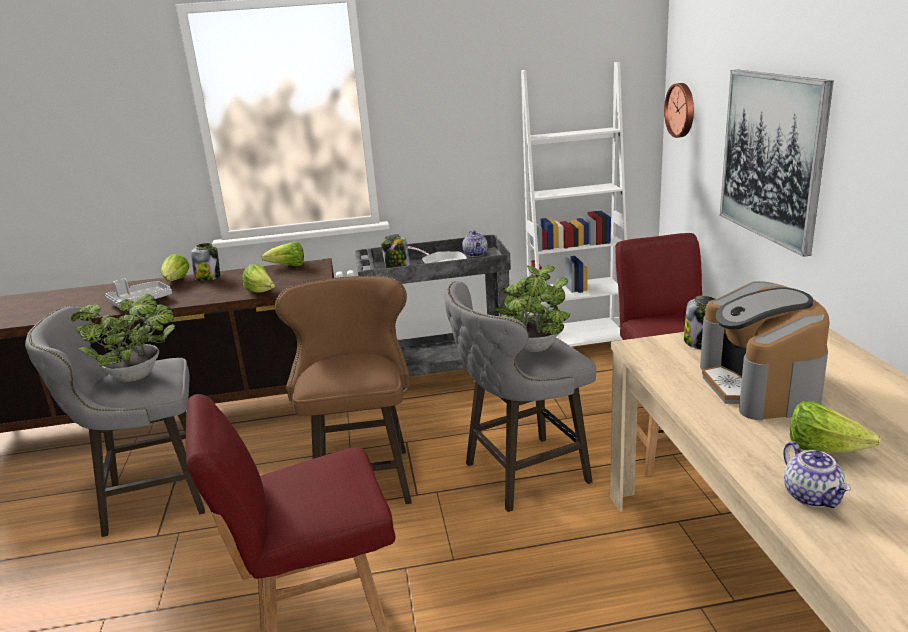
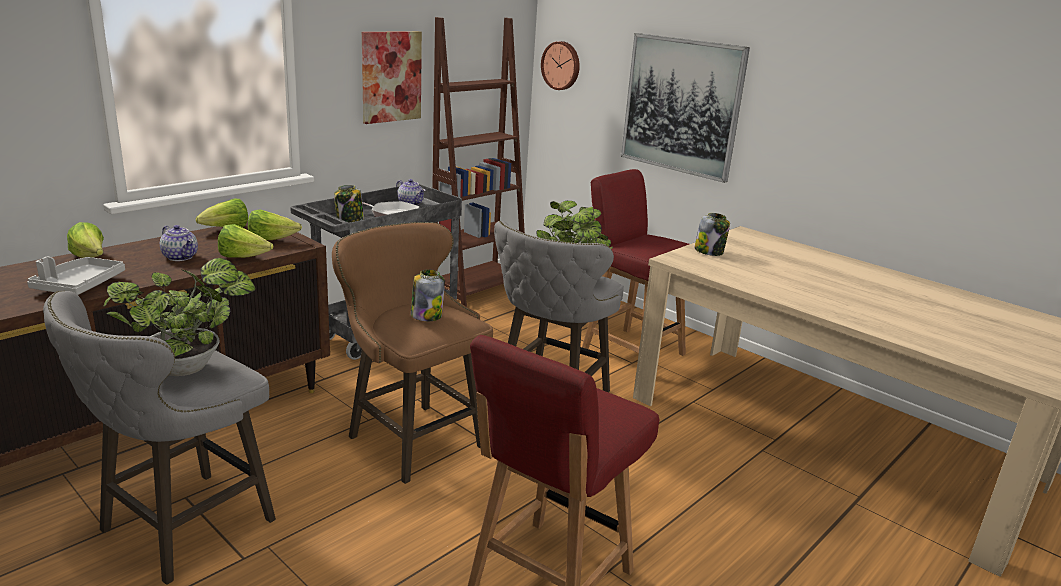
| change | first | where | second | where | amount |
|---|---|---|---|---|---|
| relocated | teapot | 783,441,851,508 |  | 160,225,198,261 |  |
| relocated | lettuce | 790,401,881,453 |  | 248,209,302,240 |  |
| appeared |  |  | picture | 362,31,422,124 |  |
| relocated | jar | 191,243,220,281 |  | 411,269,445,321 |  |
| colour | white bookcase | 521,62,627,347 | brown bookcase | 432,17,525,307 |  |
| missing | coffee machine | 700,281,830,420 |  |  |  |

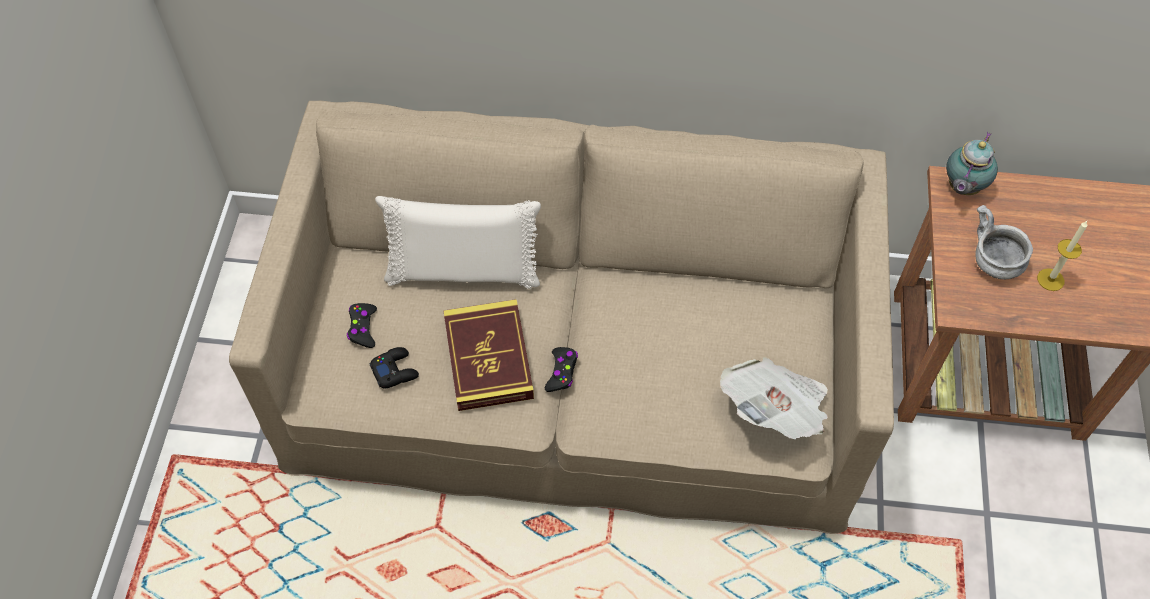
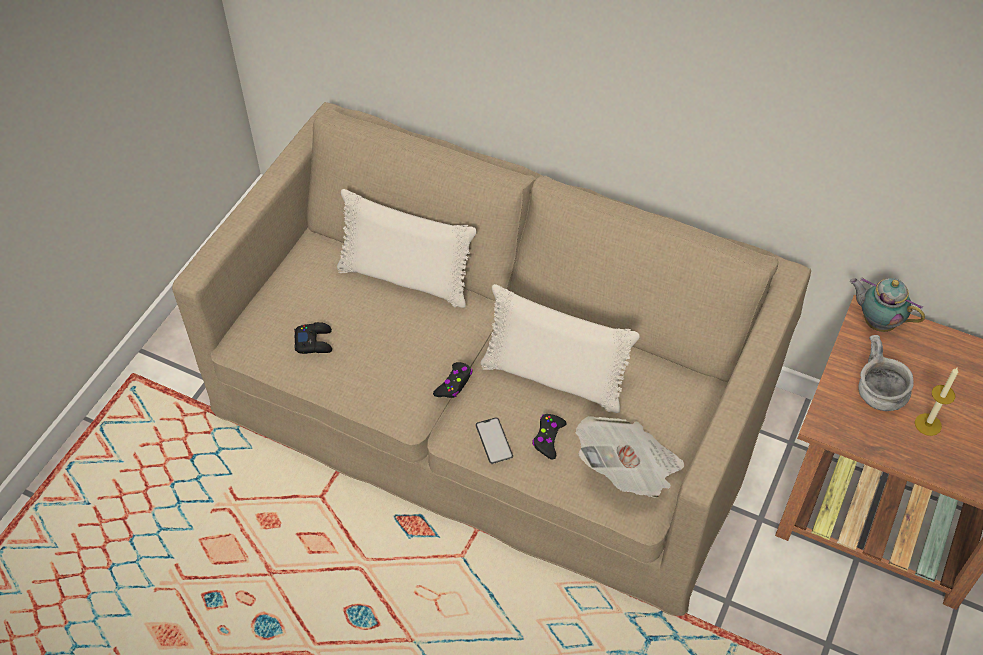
| change | first | where | second | where | amount |
|---|---|---|---|---|---|
| appeared |  |  | phone | 475,417,513,464 |  |
| appeared |  |  | white pillow | 480,284,640,413 |  |
| relocated | black game controller | 347,303,377,348 |  | 532,414,566,460 |  |
| spun | teapot | 946,132,998,195 |  | 850,277,925,332 | 75 degrees clockwise |
| missing | book | 443,299,534,411 |  |  |  |

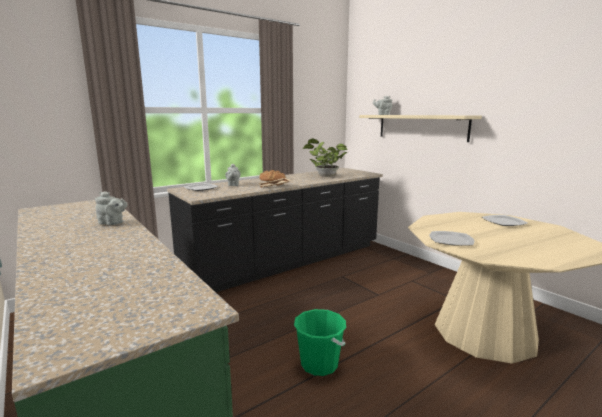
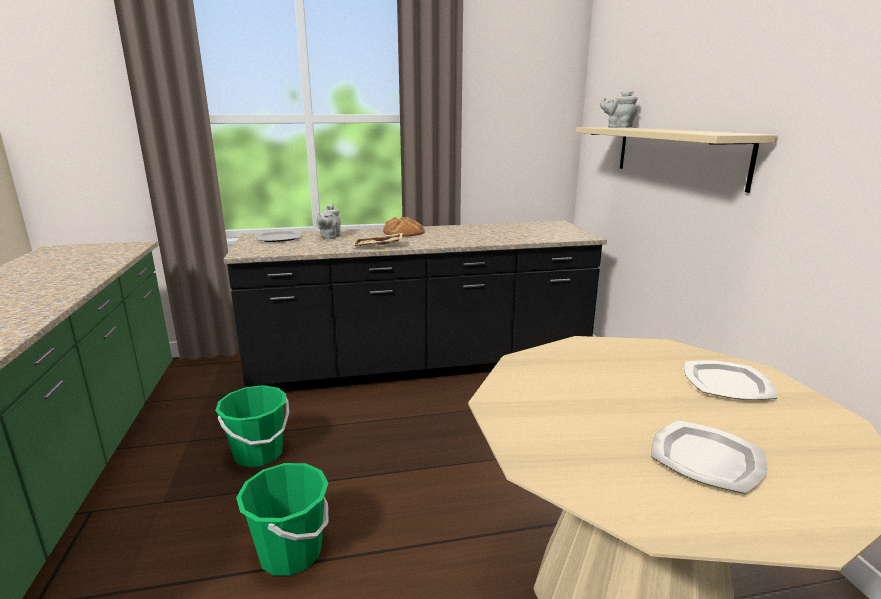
| change | first | where | second | where | amount |
|---|---|---|---|---|---|
| appeared |  |  | green bucket | 215,385,289,468 |  |
| relocated | plate | 430,231,474,246 |  | 651,420,768,494 |  |
| missing | grey teapot | 95,191,128,225 |  |  |  |
| missing | potted plant | 303,139,348,177 |  |  |  |

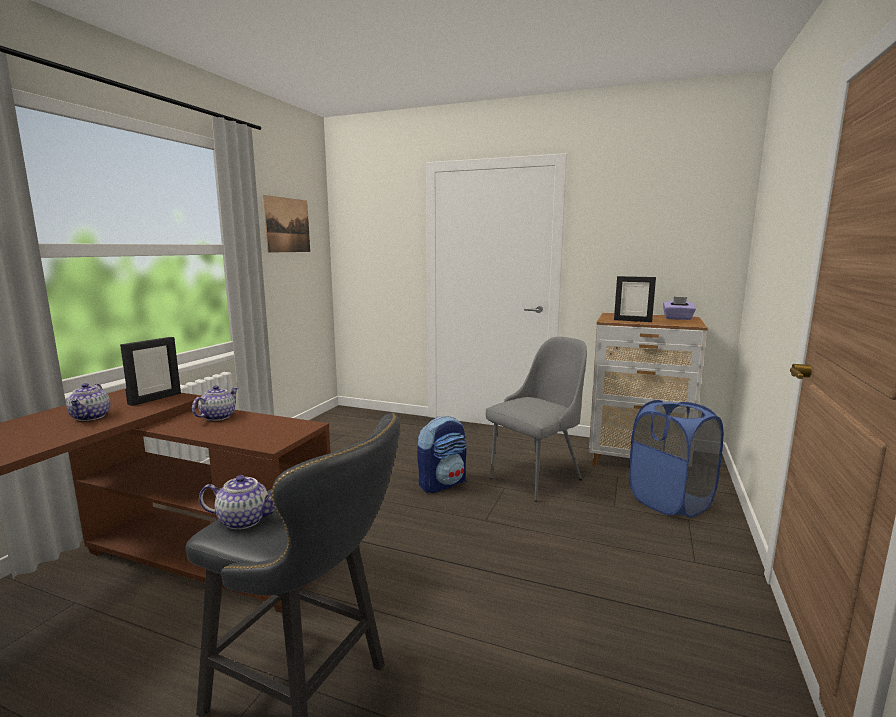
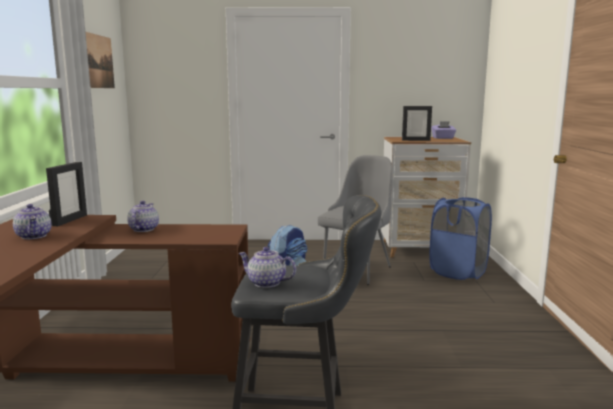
| change | first | where | second | where | amount |
|---|---|---|---|---|---|
| spun | teapot | 199,475,275,530 |  | 238,247,296,288 | 135 degrees counterclockwise |

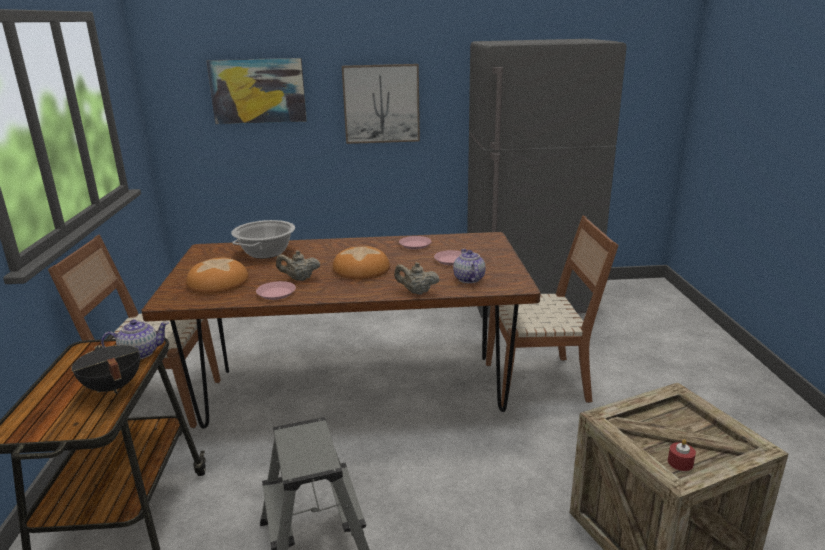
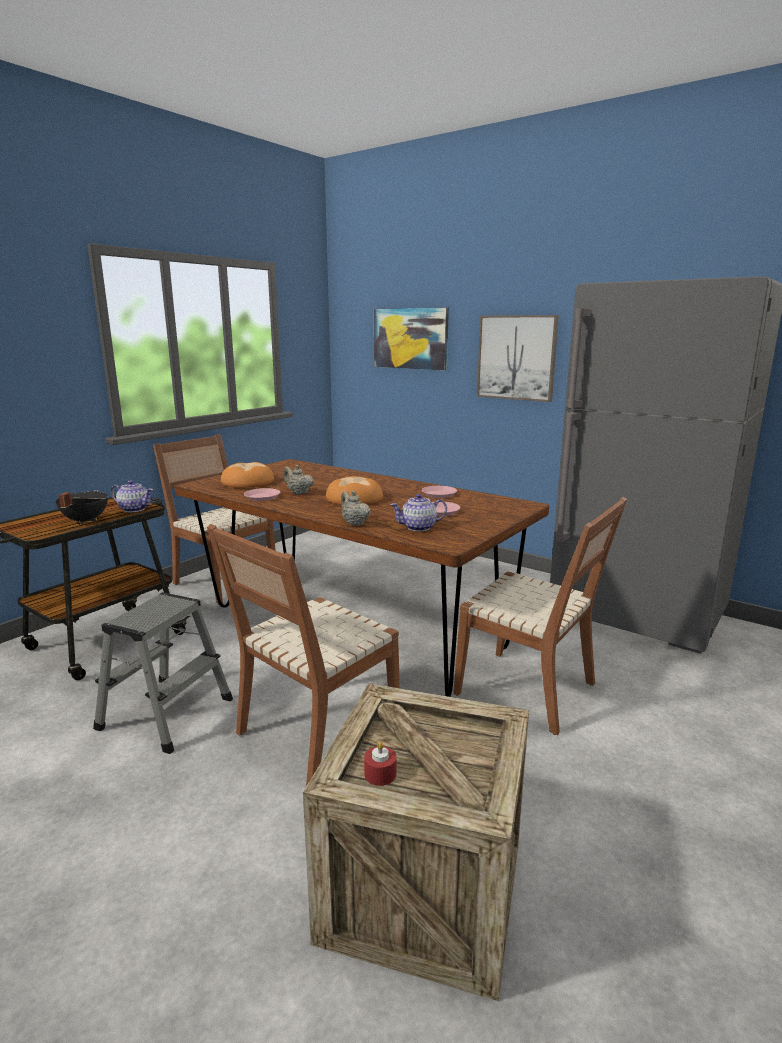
| change | first | where | second | where | amount |
|---|---|---|---|---|---|
| appeared |  |  | chair | 207,524,400,786 |  |
| spun | teapot | 453,249,486,283 |  | 390,494,447,532 | 135 degrees counterclockwise |
| missing | cooking pot | 231,220,295,259 |  |  |  |

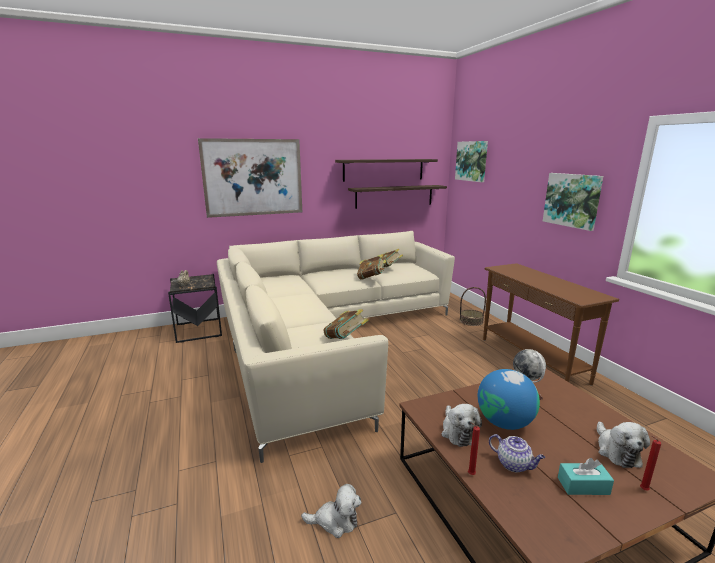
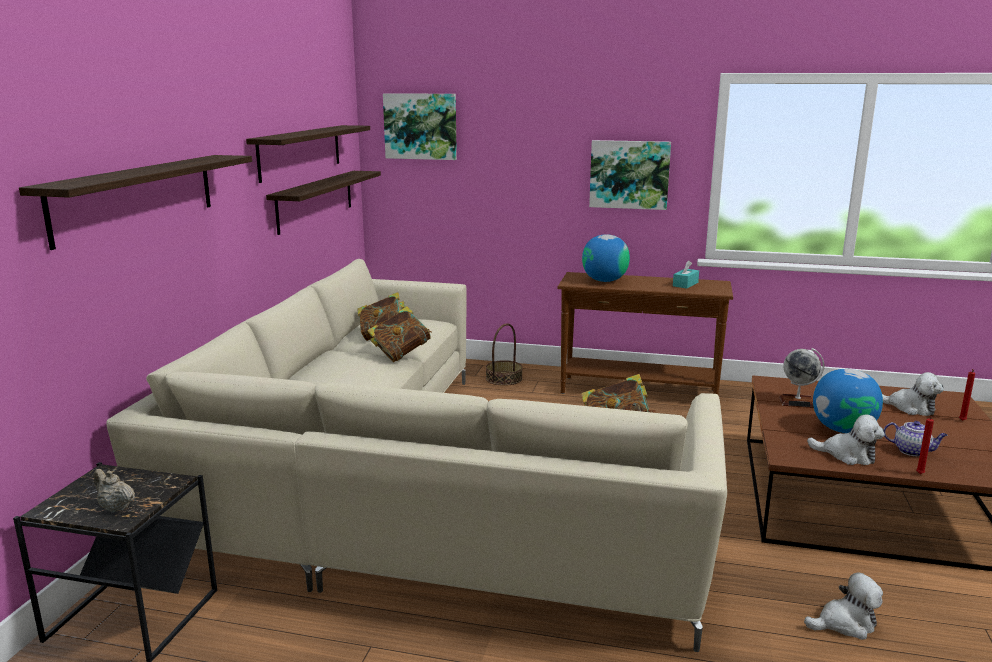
| change | first | where | second | where | amount |
|---|---|---|---|---|---|
| exchanged | picture | 198,138,302,218 | shelf | 19,155,252,250 |  |
| appeared |  |  | globe | 582,234,630,282 |  |
| relocated | turquoise tissue box | 558,458,614,495 |  | 673,260,699,289 |  |
| spun | plush toy | 301,484,361,538 |  | 804,572,883,640 | 45 degrees clockwise |
| spun | teapot | 489,434,545,473 |  | 884,421,948,456 | 45 degrees clockwise |

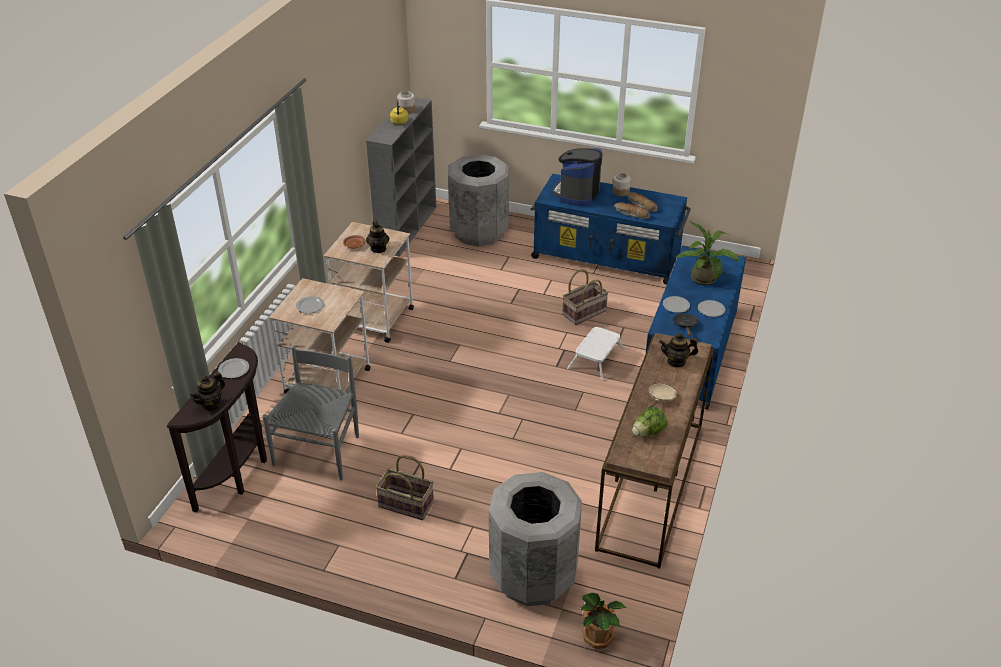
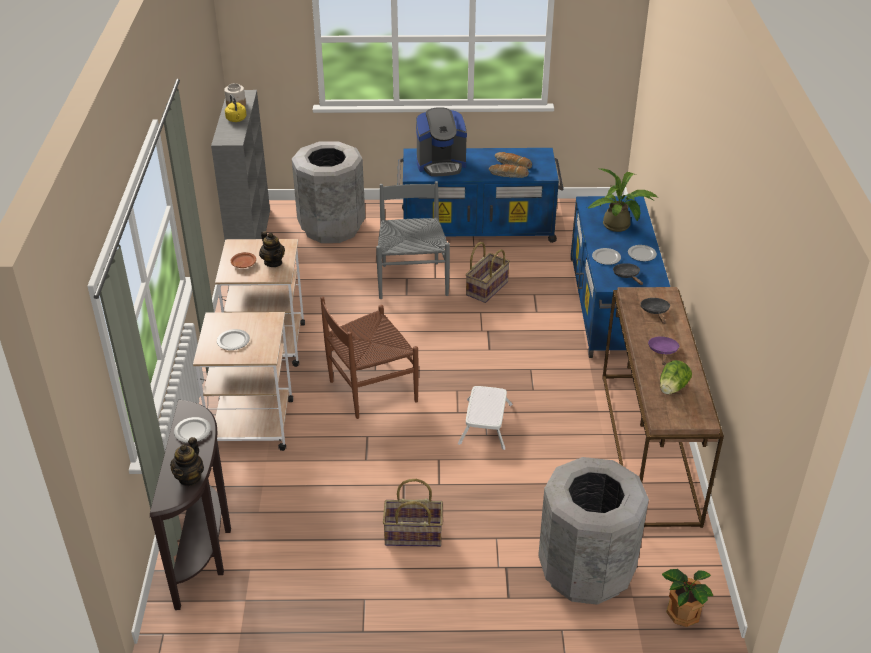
| change | first | where | second | where | amount |
|---|---|---|---|---|---|
| appeared |  |  | brown chair | 321,297,419,419 |  |
| relocated | grey chair | 262,346,359,480 |  | 376,181,450,299 |  |
| spun | coffee machine | 552,148,603,206 |  | 416,107,467,177 | 105 degrees counterclockwise |
| relocated | white step ladder | 567,327,626,381 |  | 458,386,513,450 |  |
| exchanged | teapot | 659,333,698,368 | black frying pan | 640,298,670,324 |  |
| colour | beige frying pan | 648,384,677,408 | purple frying pan | 648,337,680,365 |  |
| missing | jar | 612,173,631,196 |  |  |  |

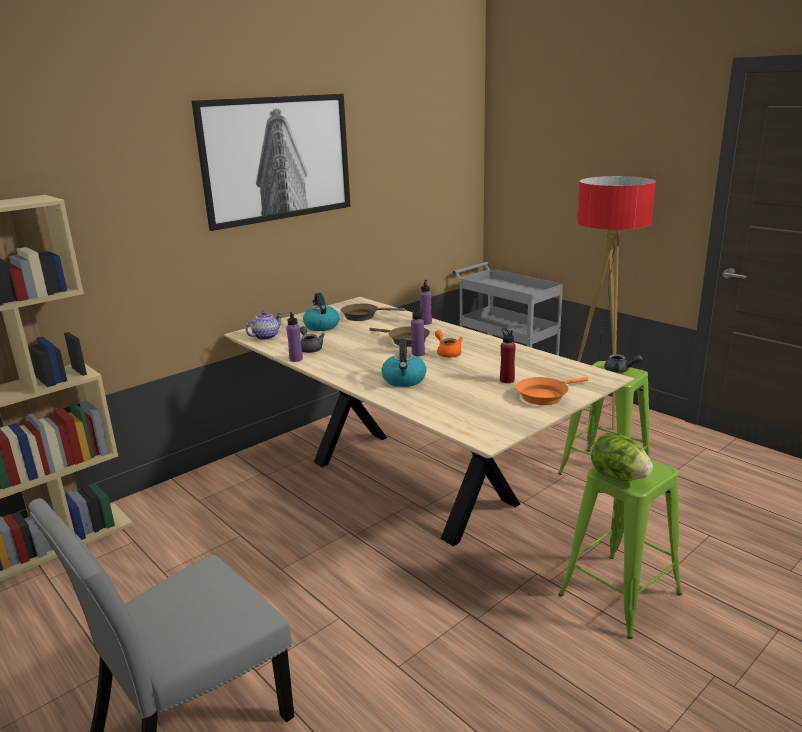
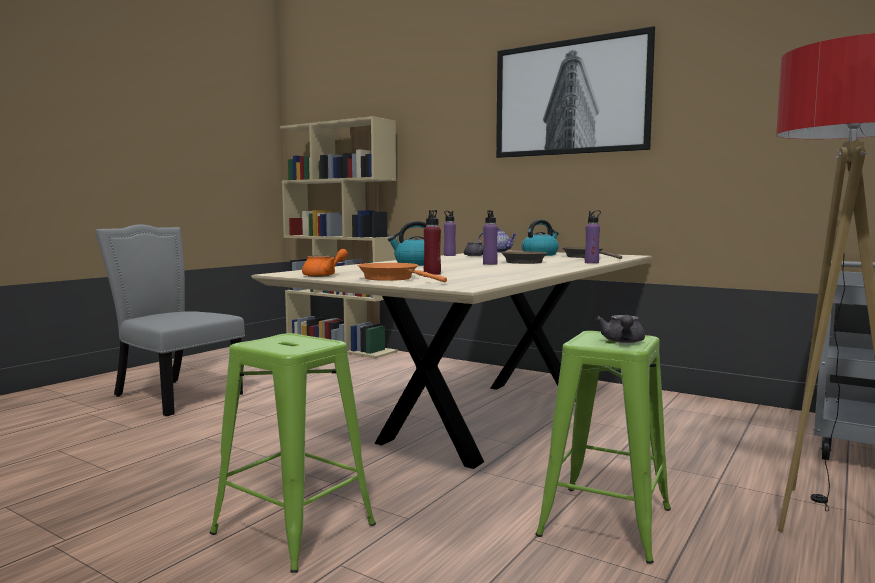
| change | first | where | second | where | amount |
|---|---|---|---|---|---|
| relocated | orange teapot | 435,330,463,358 |  | 302,249,348,277 |  |
| missing | lettuce | 591,433,653,481 |  |  |  |

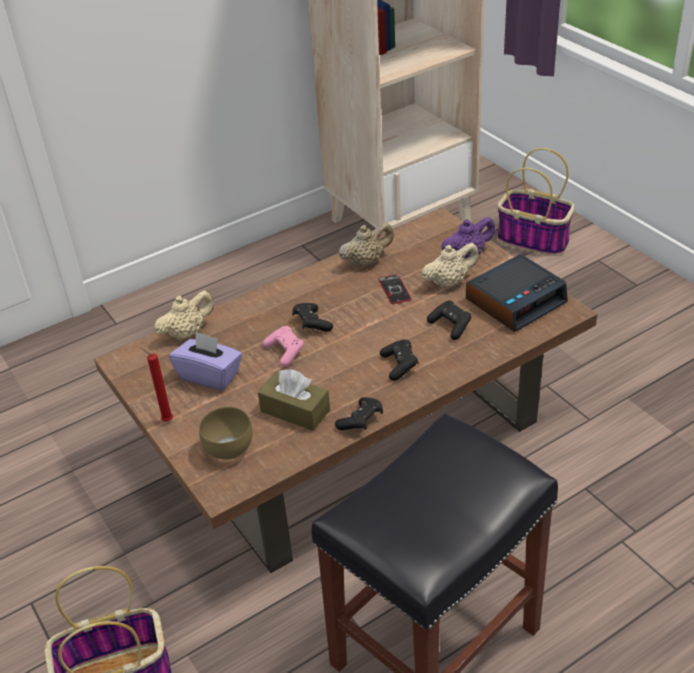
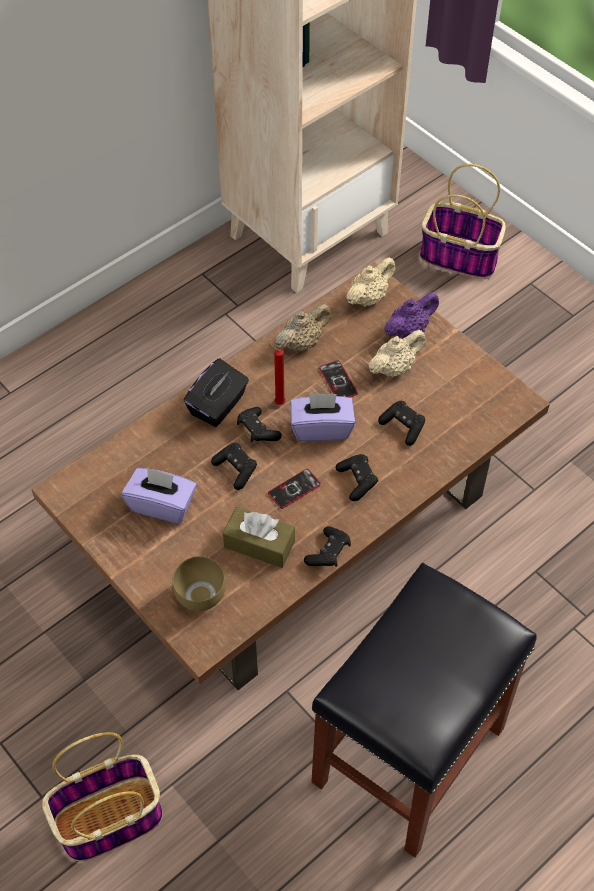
| change | first | where | second | where | amount |
|---|---|---|---|---|---|
| appeared |  |  | black tissue box | 184,358,249,427 |  |
| colour | pink game controller | 263,326,304,367 | black game controller | 211,443,257,490 |  |
| appeared |  |  | phone | 268,469,321,509 |  |
| relocated | red candle | 141,348,173,421 |  | 269,345,285,405 |  |
| appeared |  |  | purple tissue box | 291,393,355,441 |  |
| relocated | beige teapot | 155,291,214,340 |  | 346,257,395,307 |  |
| missing | alarm clock | 466,254,568,332 |  |  |  |

